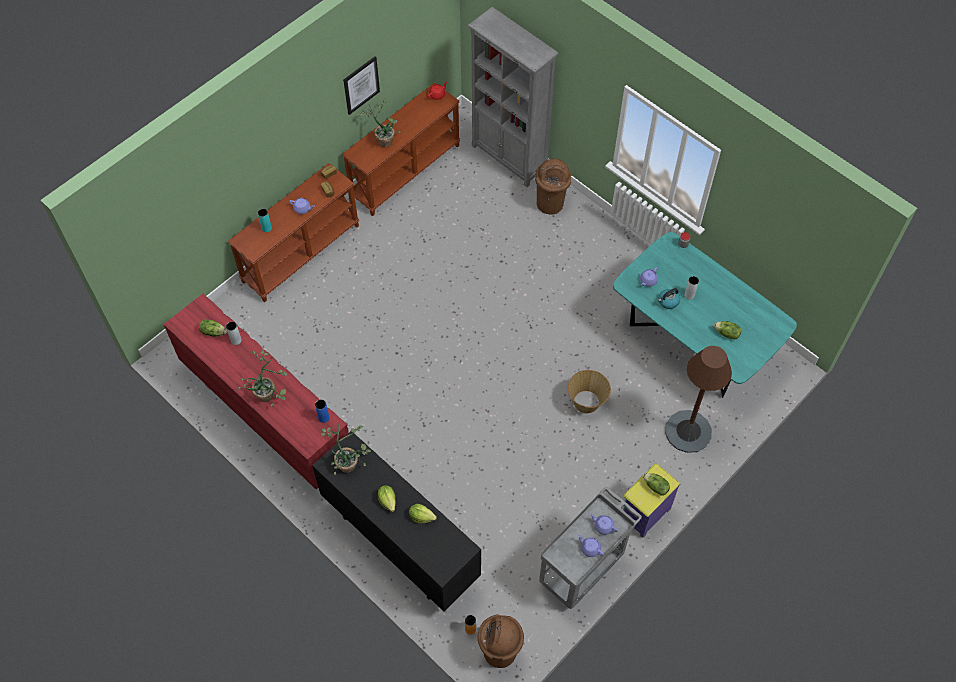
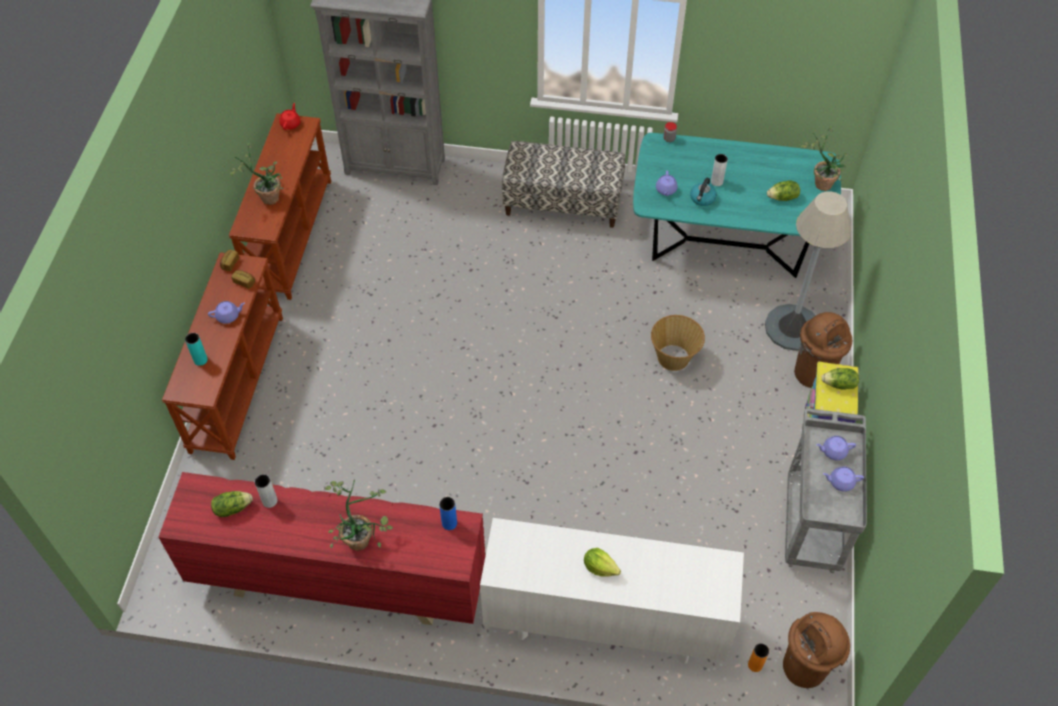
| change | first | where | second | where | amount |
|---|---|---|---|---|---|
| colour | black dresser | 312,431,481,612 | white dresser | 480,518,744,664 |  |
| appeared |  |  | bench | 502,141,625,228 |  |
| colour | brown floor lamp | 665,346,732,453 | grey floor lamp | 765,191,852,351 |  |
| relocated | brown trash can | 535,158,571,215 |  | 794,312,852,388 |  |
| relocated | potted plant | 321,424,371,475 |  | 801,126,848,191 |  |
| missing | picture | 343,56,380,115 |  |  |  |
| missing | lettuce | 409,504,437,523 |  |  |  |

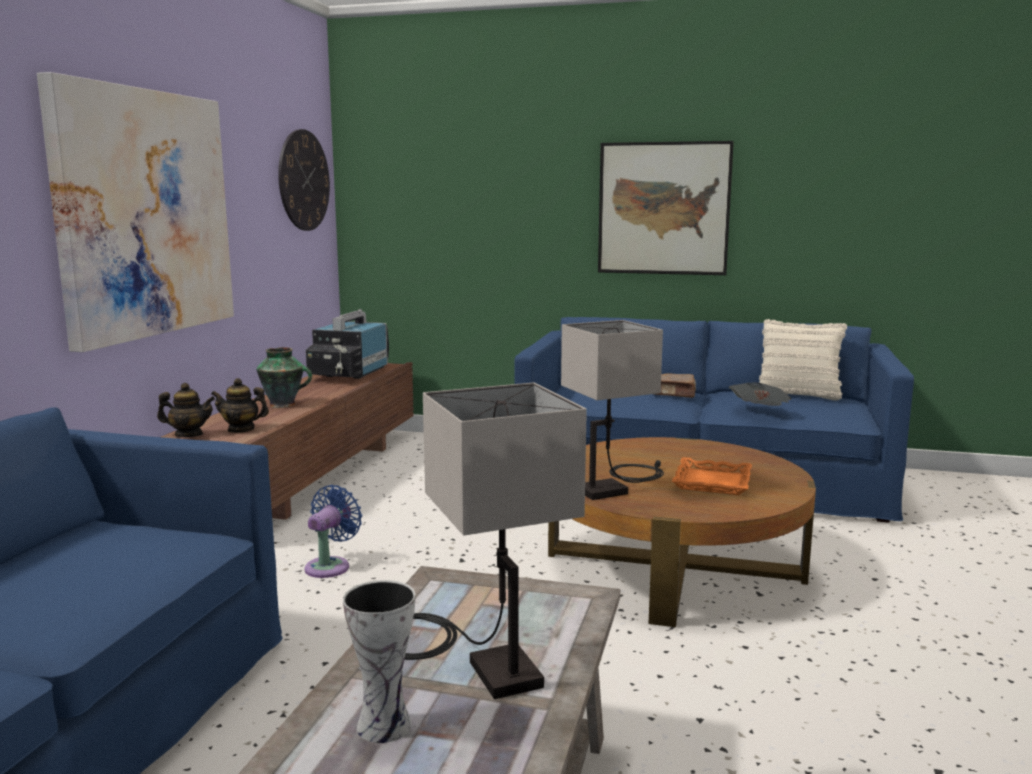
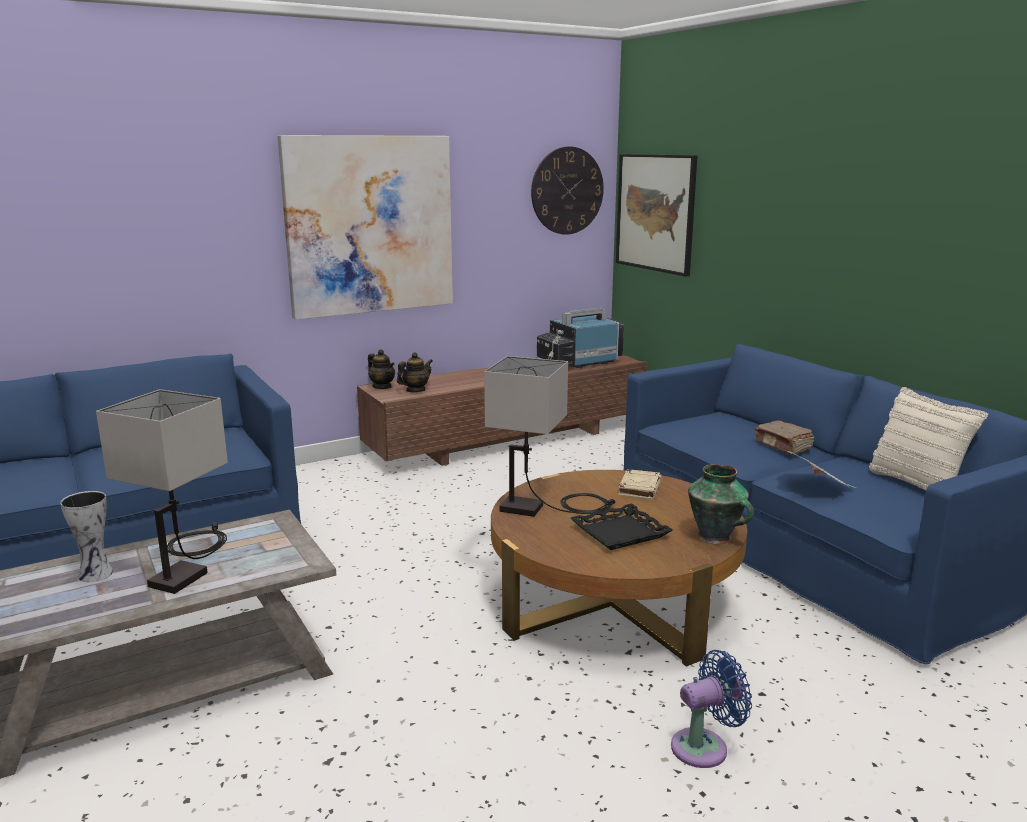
| change | first | where | second | where | amount |
|---|---|---|---|---|---|
| spun | teapot | 211,378,269,433 |  | 397,352,433,392 | 90 degrees clockwise |
| colour | orange tray | 672,457,752,495 | black tray | 570,503,673,550 |  |
| relocated | picture | 598,141,734,275 |  | 616,154,697,277 |  |
| appeared |  |  | beige book | 618,469,662,499 |  |
| relocated | blue fan | 305,485,362,578 |  | 671,650,752,768 |  |
| relocated | vase | 257,347,312,408 |  | 688,464,754,545 |  |

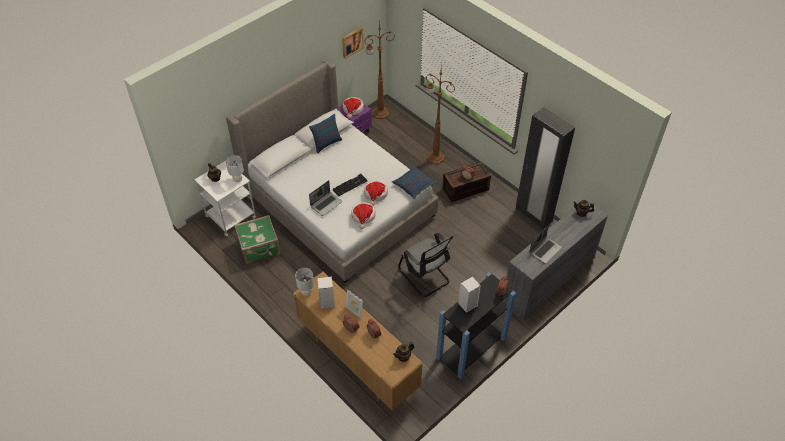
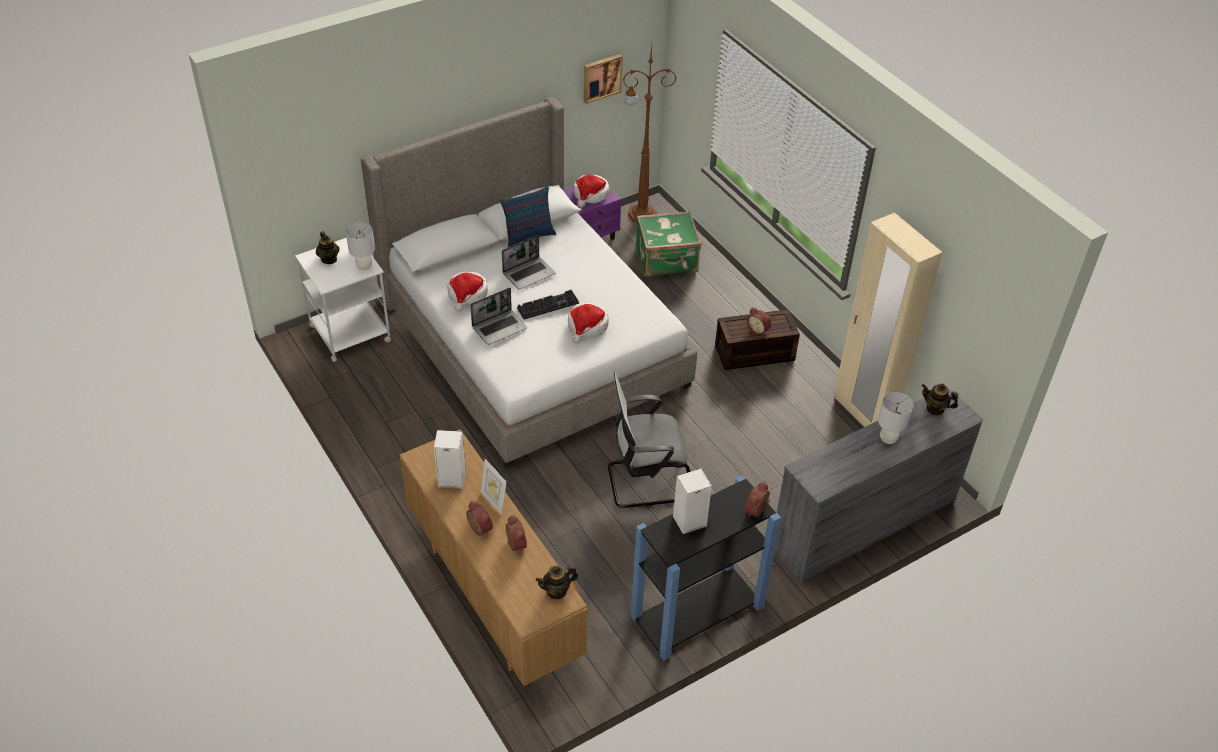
| change | first | where | second | where | amount |
|---|---|---|---|---|---|
| relocated | hat | 351,202,376,229 |  | 448,272,488,312 |  |
| relocated | laptop | 529,225,562,264 |  | 502,235,555,290 |  |
| spun | chair | 398,233,454,297 |  | 608,372,690,508 | 105 degrees clockwise |
| relocated | green suitcase | 234,215,280,264 |  | 636,211,701,277 |  |
| colour | black wardrobe | 516,107,575,229 | beige wardrobe | 834,212,943,427 |  |
| relocated | grey table lamp | 295,268,314,296 |  | 878,392,914,444 |  |
| missing | blue pillow | 392,166,437,200 |  |  |  |
| missing | brown floor lamp | 425,63,455,165 |  |  |  |

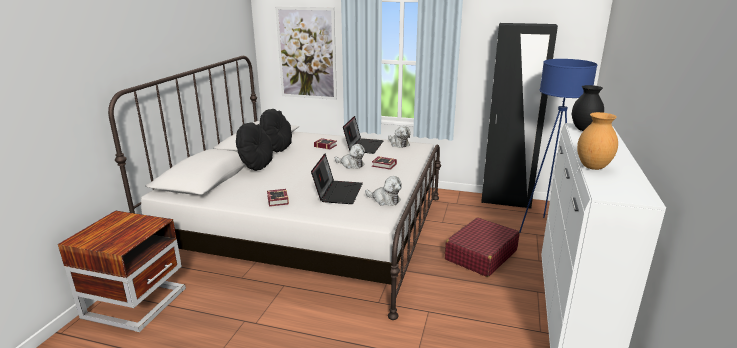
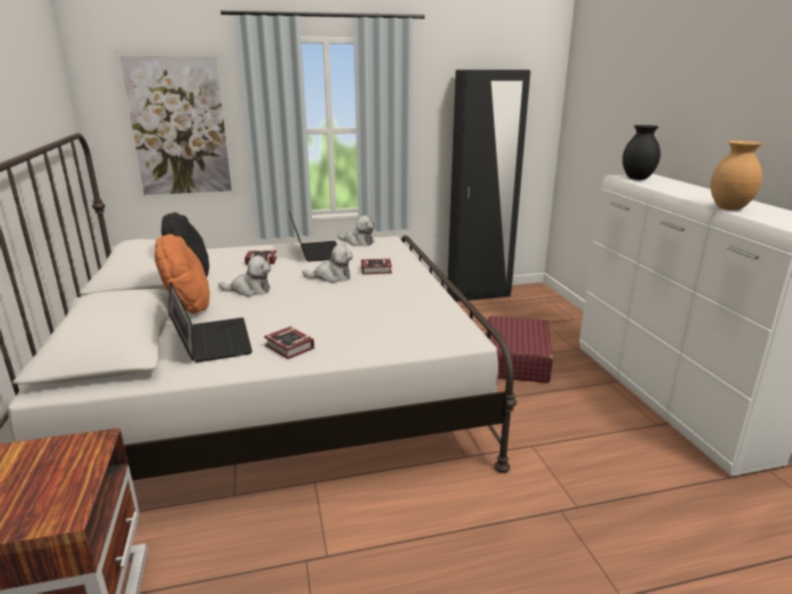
| change | first | where | second | where | amount |
|---|---|---|---|---|---|
| colour | black pillow | 236,122,273,171 | orange pillow | 155,234,210,314 |  |
| relocated | laptop | 311,154,363,204 |  | 168,281,252,363 |  |
| relocated | plush toy | 365,176,402,206 |  | 218,256,271,297 |  |
| missing | blue floor lamp | 519,59,598,233 |  |  |  |

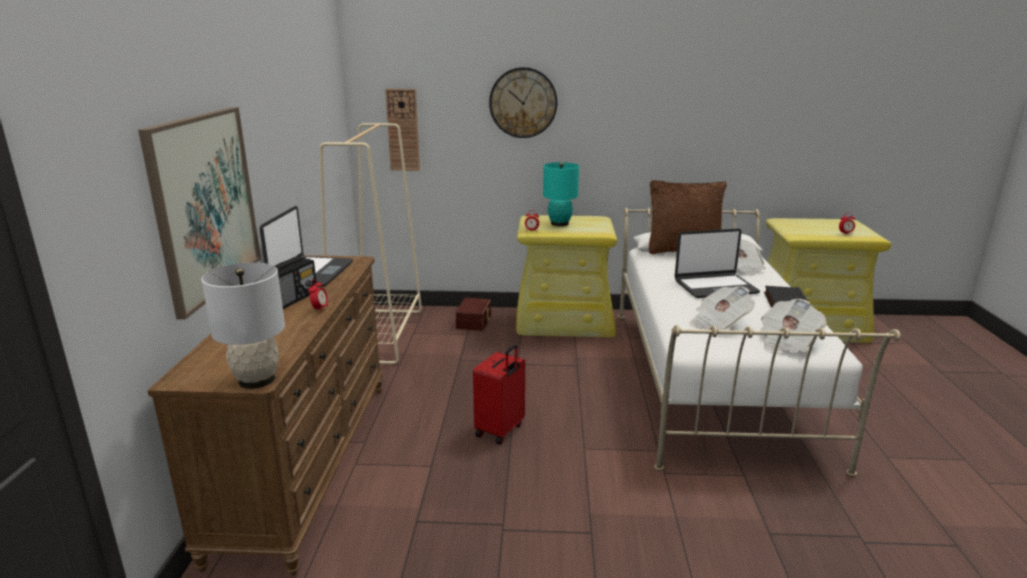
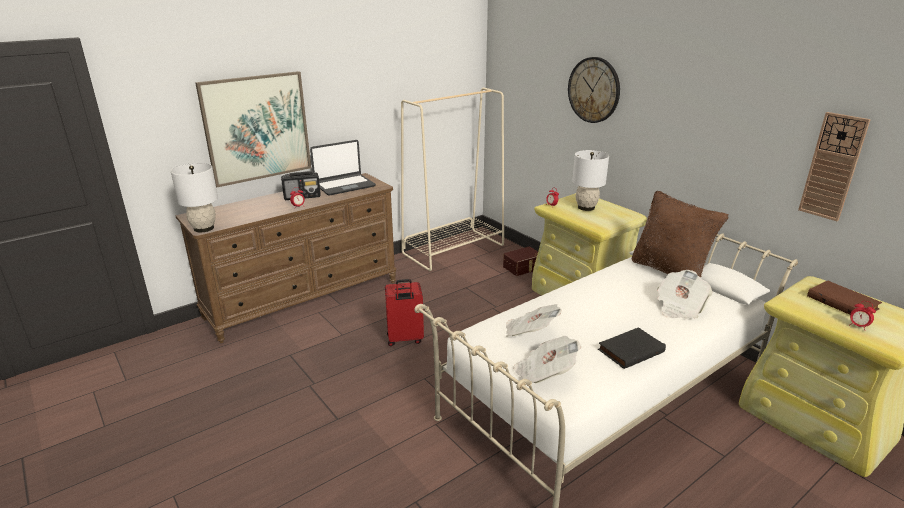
| change | first | where | second | where | amount |
|---|---|---|---|---|---|
| colour | turquoise table lamp | 543,162,579,226 | white table lamp | 572,150,609,211 |  |
| relocated | wall clock | 385,89,420,171 |  | 798,112,871,221 |  |
| appeared |  |  | brown book | 807,280,882,315 |  |
| missing | laptop | 675,229,760,298 |  |  |  |

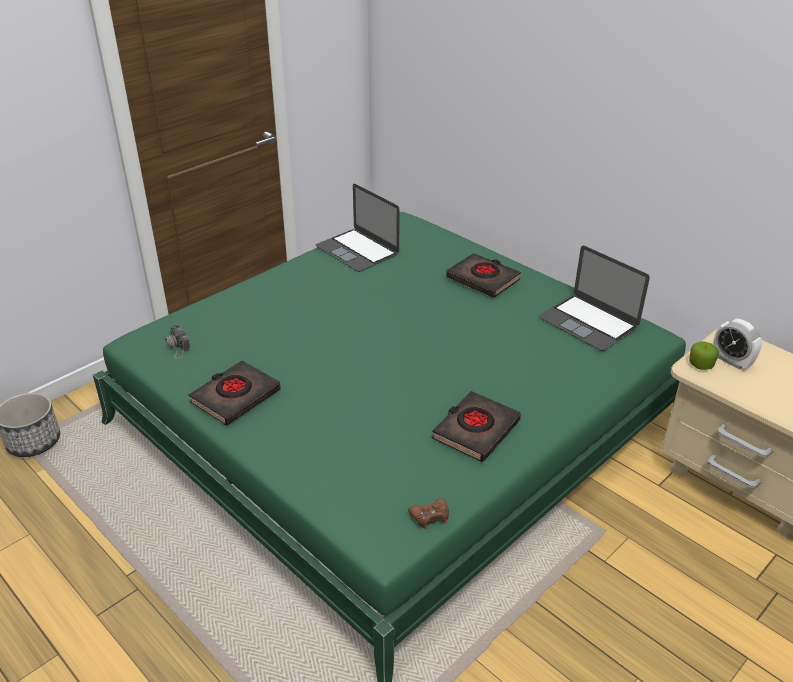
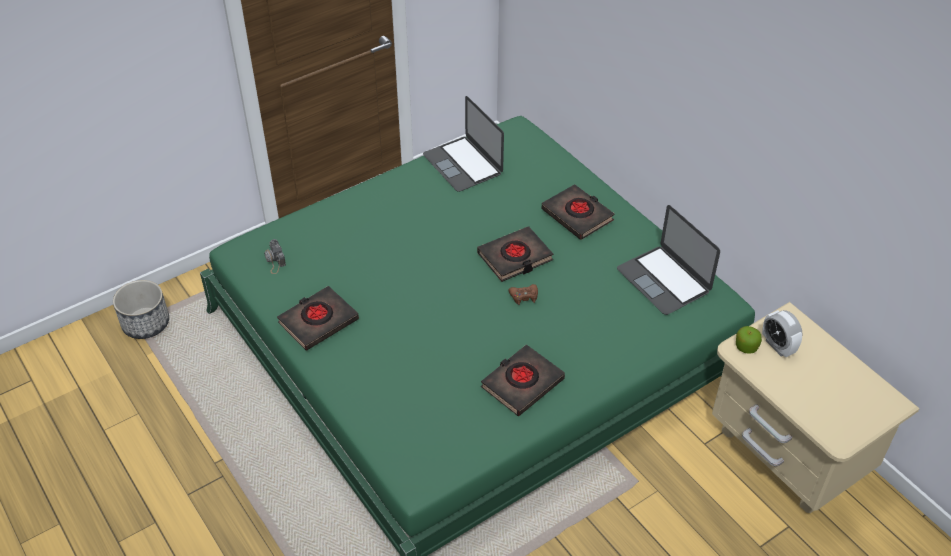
| change | first | where | second | where | amount |
|---|---|---|---|---|---|
| appeared |  |  | black book | 477,226,553,282 |  |
| relocated | brown game controller | 408,498,449,529 |  | 508,284,538,305 |  |

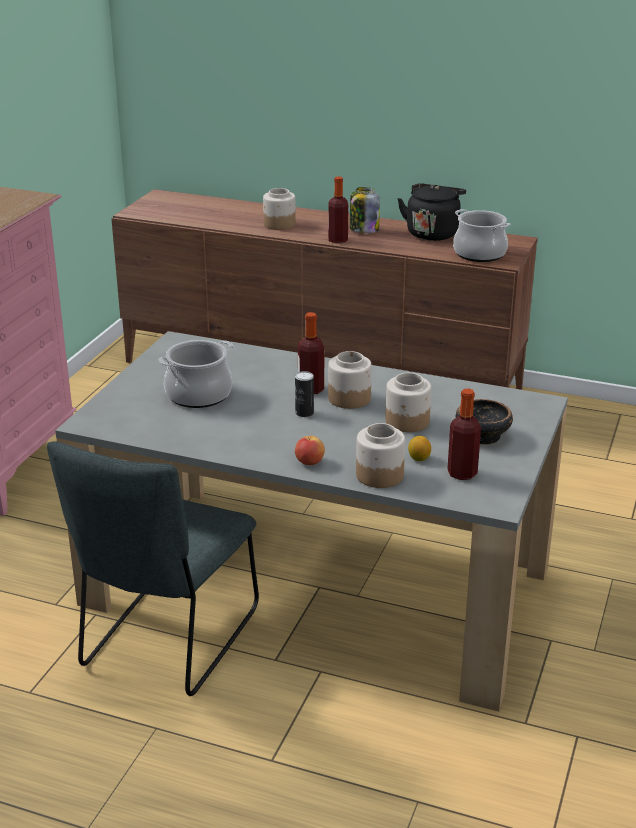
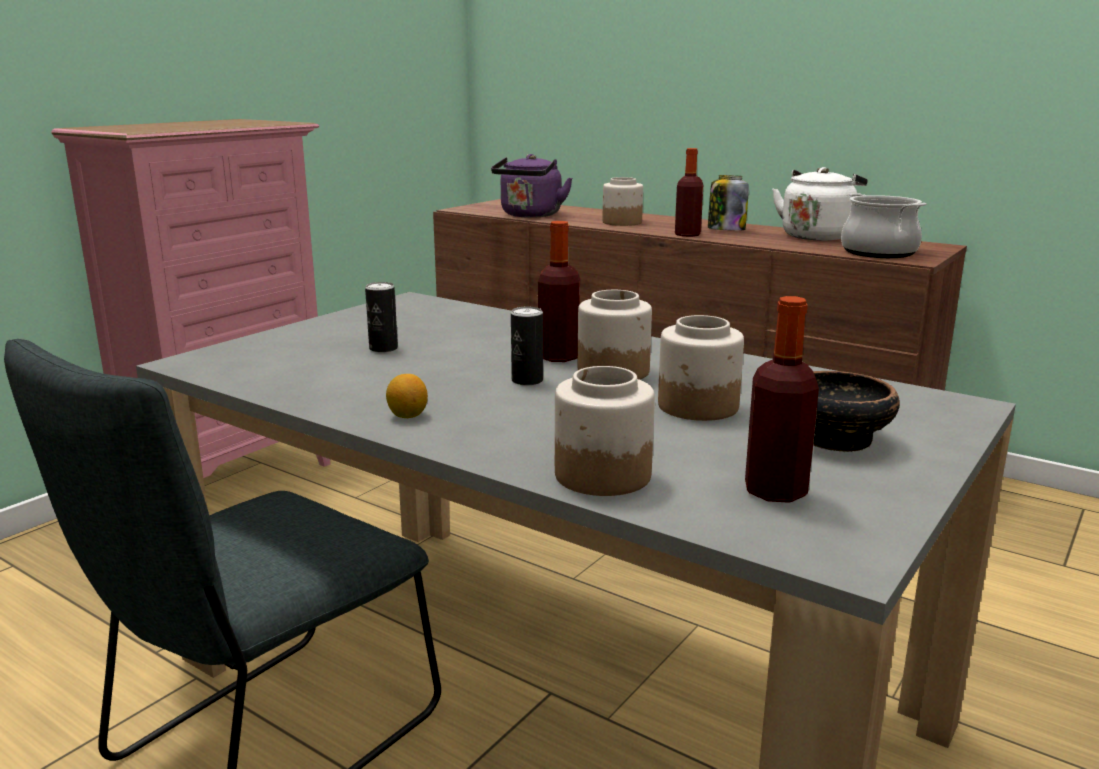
| change | first | where | second | where | amount |
|---|---|---|---|---|---|
| exchanged | cooking pot | 159,340,233,408 | can | 365,282,398,353 |  |
| relocated | lemon | 408,436,431,461 |  | 386,374,428,418 |  |
| appeared |  |  | purple kettle | 491,154,573,218 |  |
| colour | black kettle | 398,183,466,241 | white kettle | 772,167,868,240 |  |
| missing | apple | 295,436,325,465 |  |  |  |

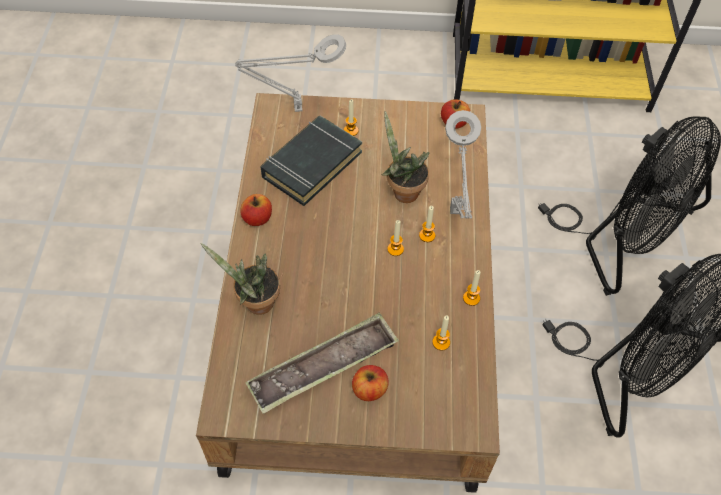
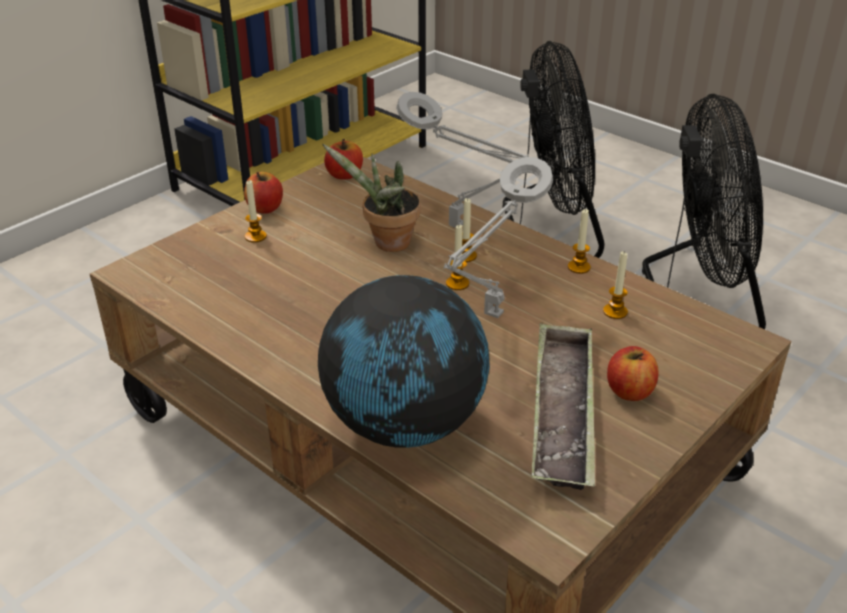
| change | first | where | second | where | amount |
|---|---|---|---|---|---|
| relocated | apple | 241,194,272,226 |  | 244,172,283,214 |  |
| exchanged | potted plant | 201,243,280,315 | globe | 318,275,490,448 |  |
| relocated | grey table lamp | 235,34,346,112 |  | 443,157,553,318 |  |
| missing | black book | 260,116,362,206 |  |  |  |

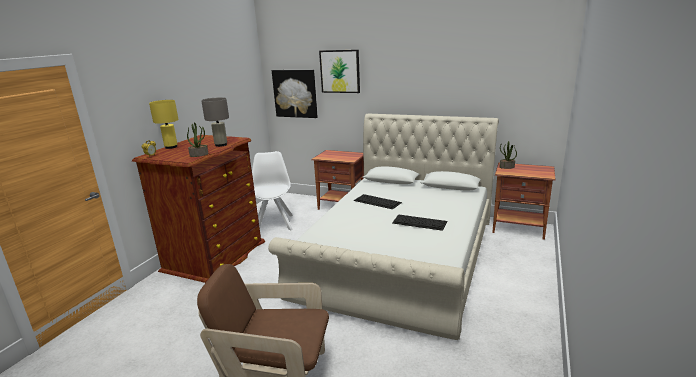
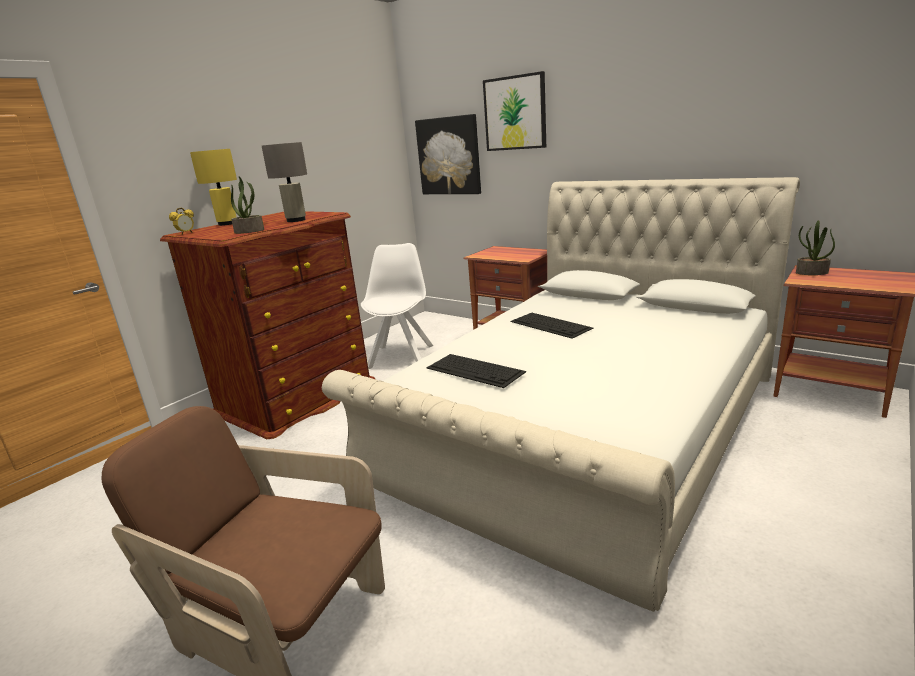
| change | first | where | second | where | amount |
|---|---|---|---|---|---|
| relocated | keyboard | 392,214,447,231 |  | 426,354,526,388 |  |

